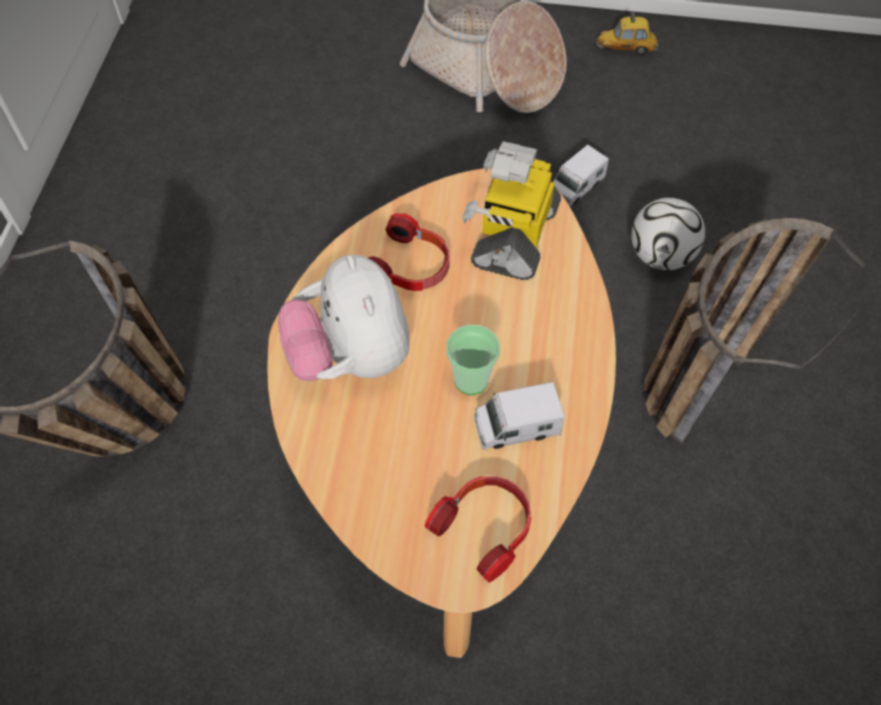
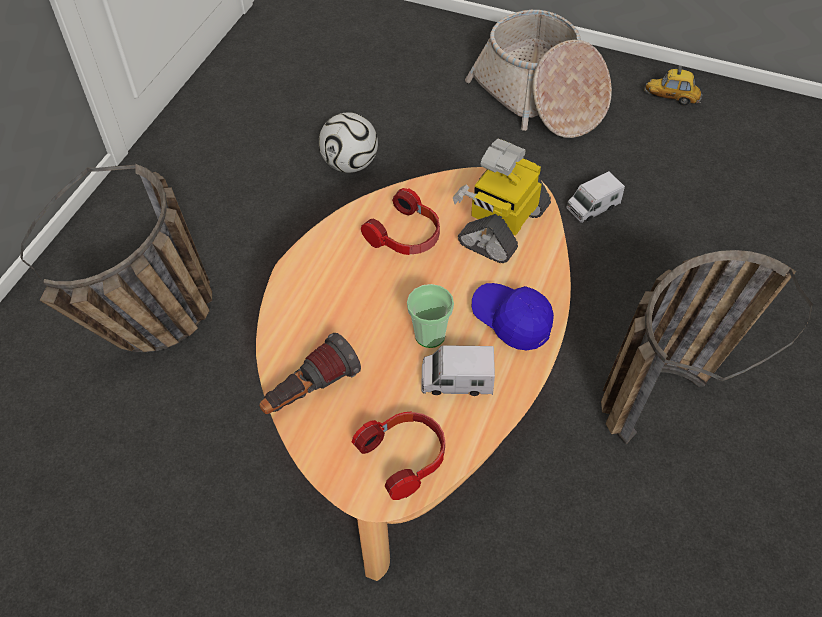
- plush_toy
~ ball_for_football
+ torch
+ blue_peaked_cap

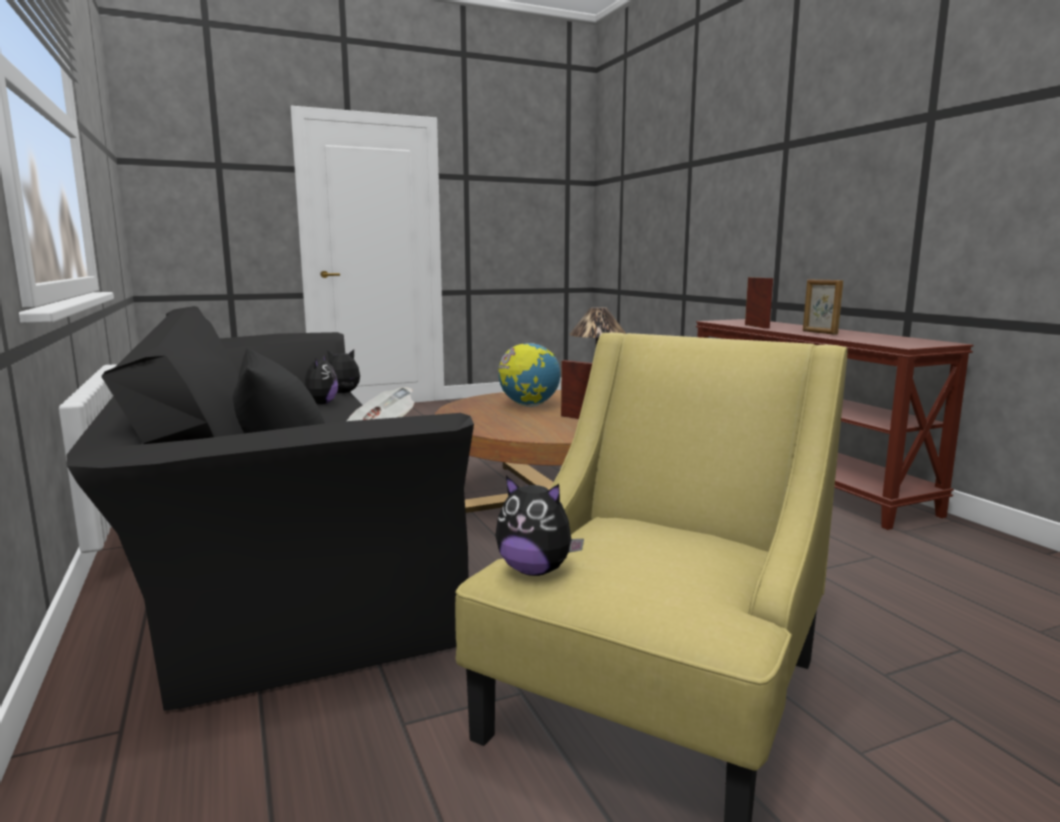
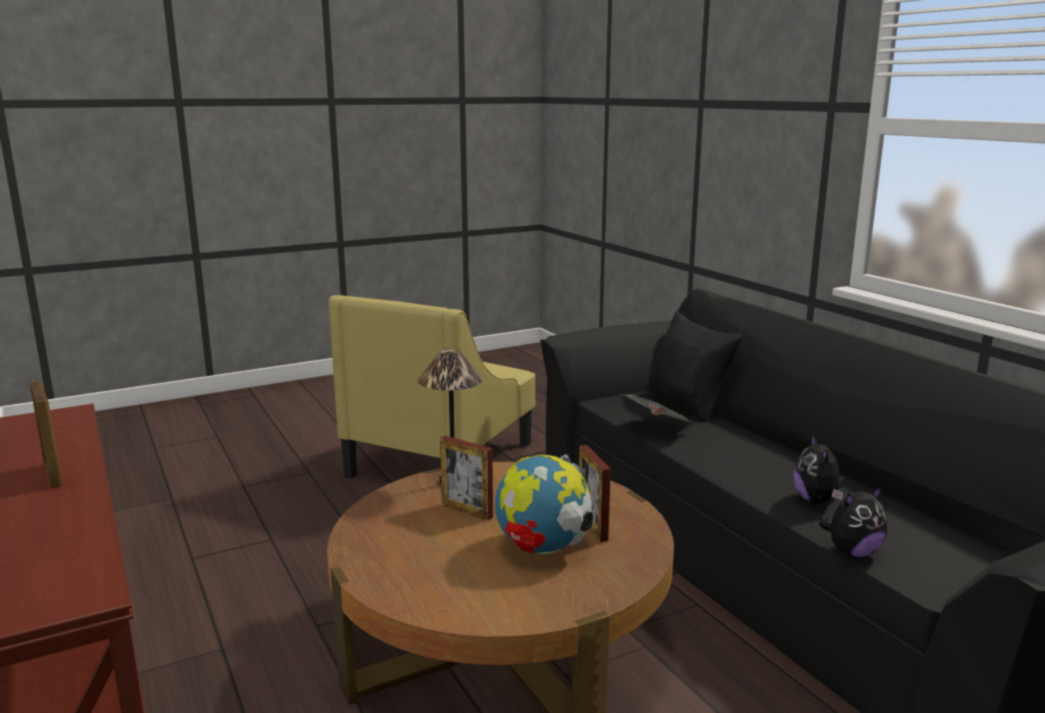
- plush_toy (no. 3 from left)
~ photo_frame (no. 2 from left in the first image) to photo_frame (no. 3 from left)

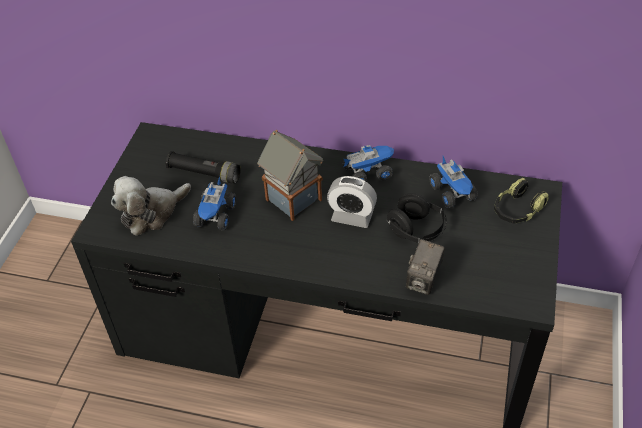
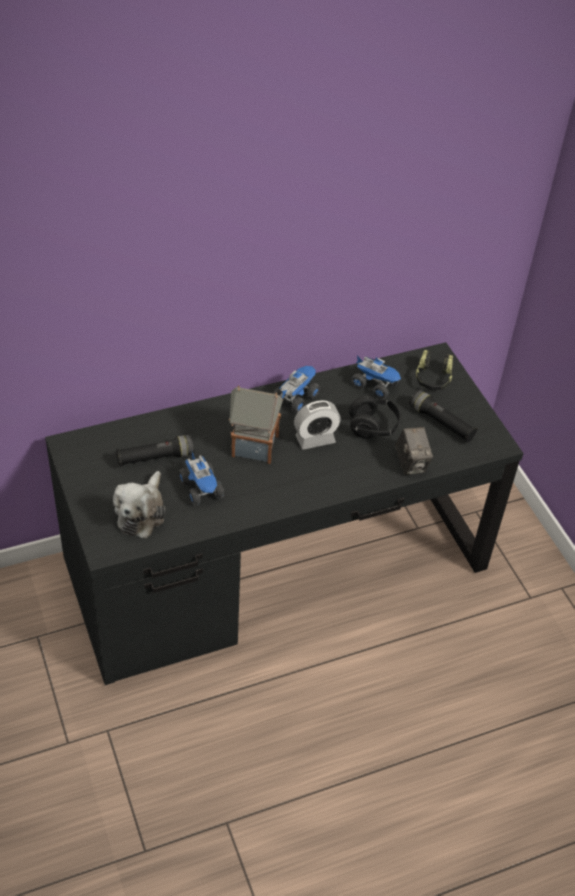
+ blackish_torch (no. 2 from left)

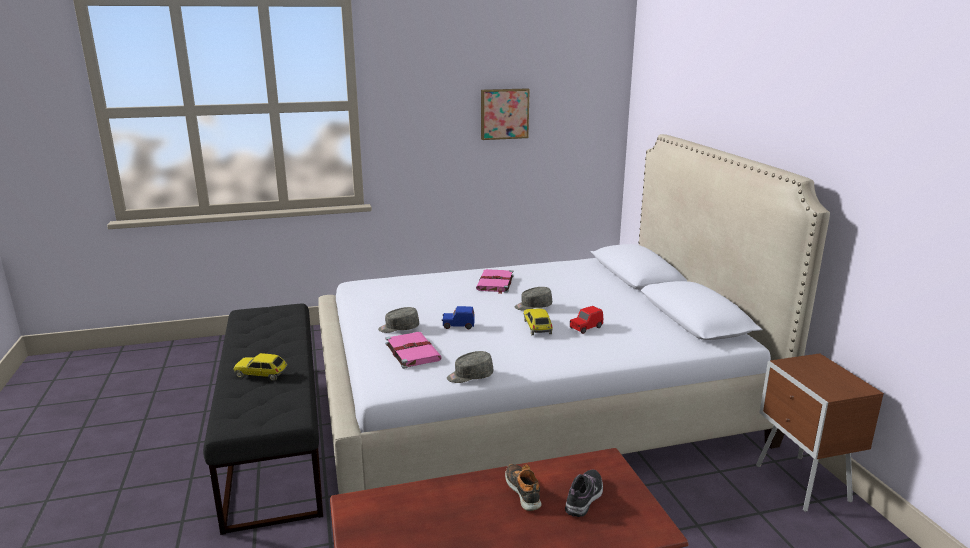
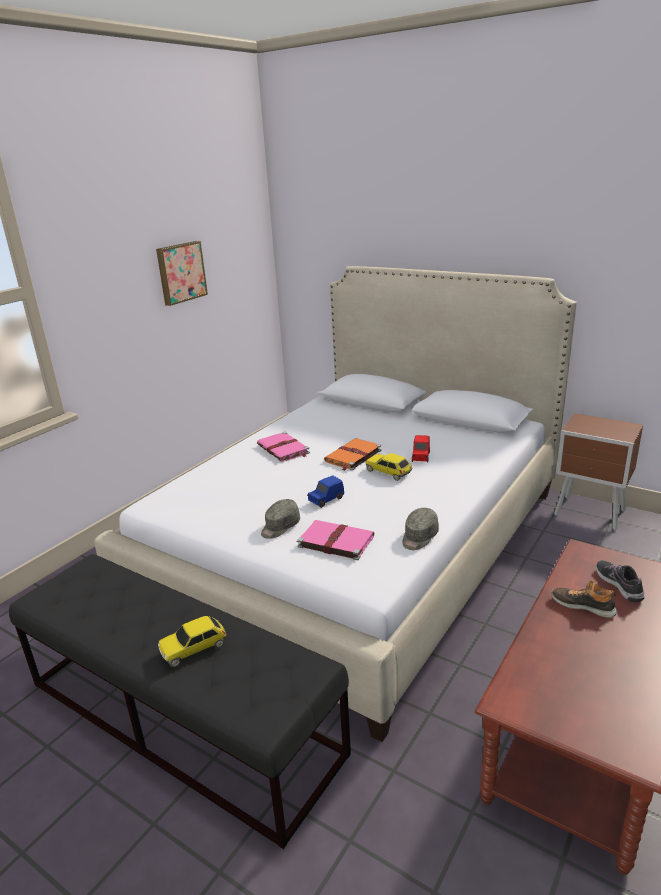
~ greyish_peaked_cap (no. 3 from left) to orange-coloured_volume

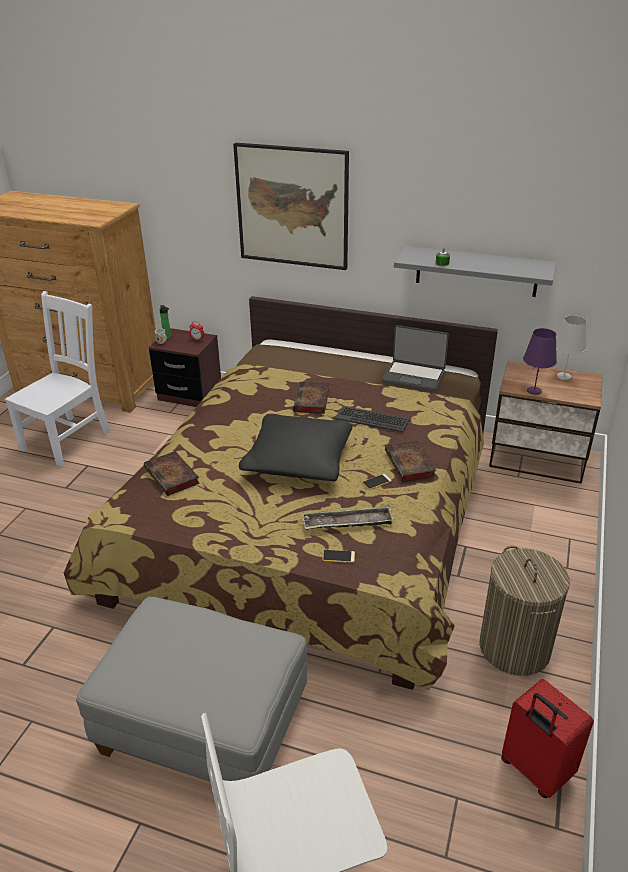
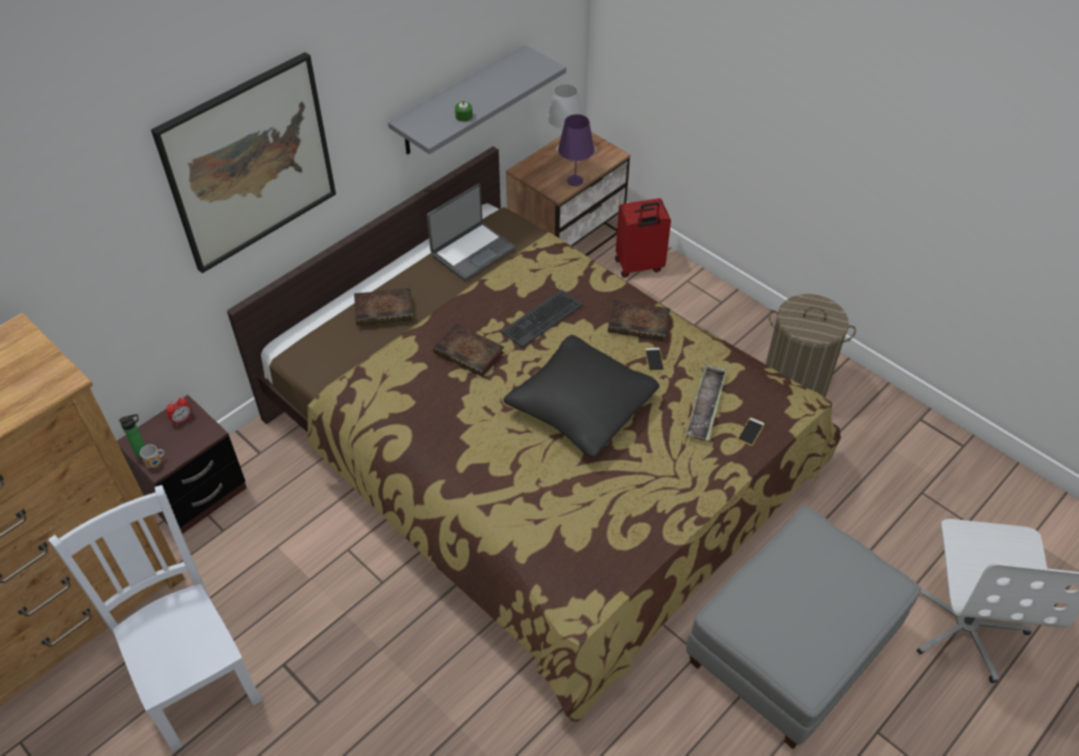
~ volume (no. 1 from left)
~ red_travel_case

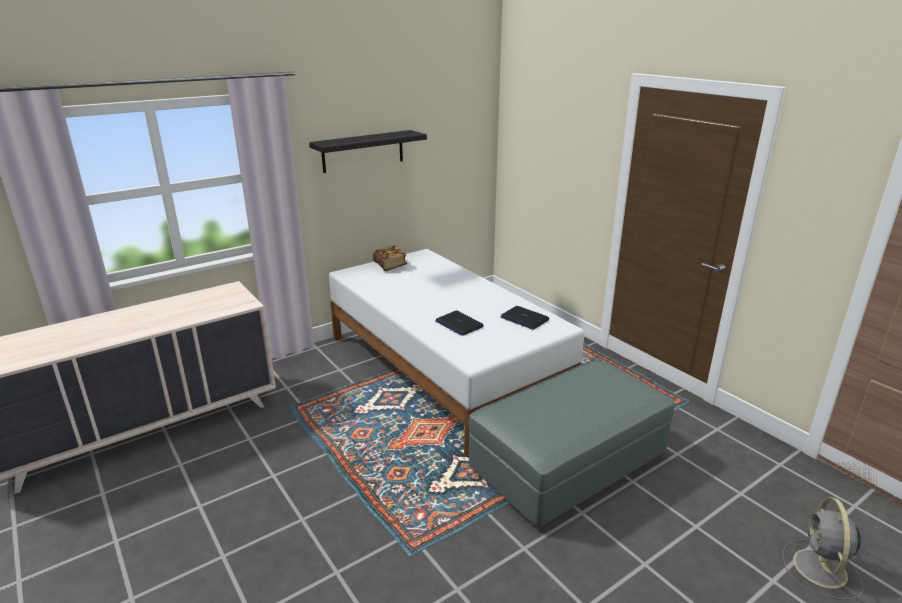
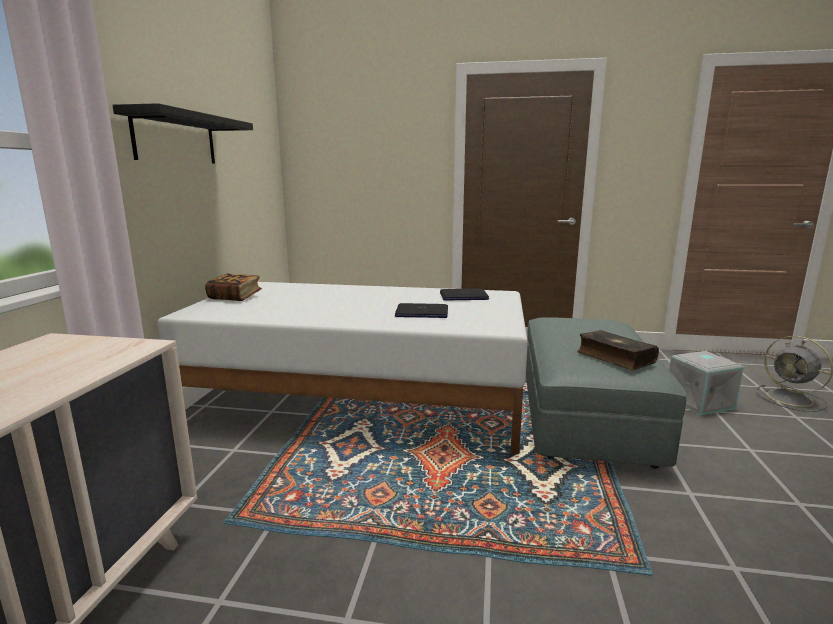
+ volume (no. 2 from left)
+ greyish_storage_container

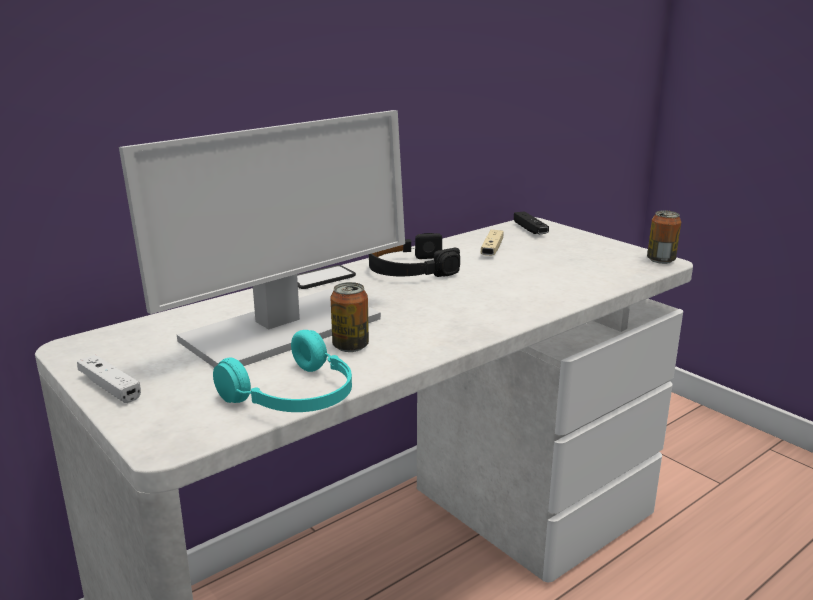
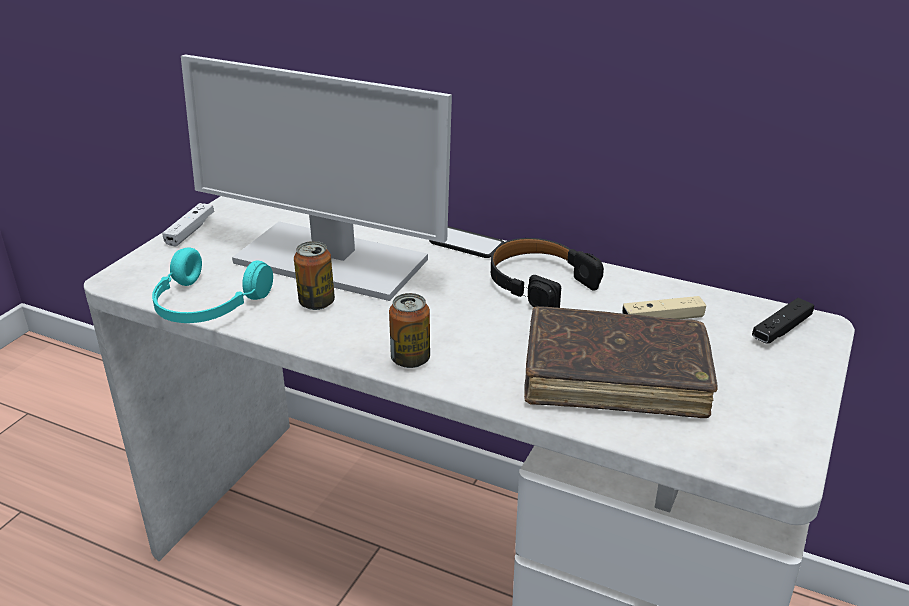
~ metal_can (no. 2 from left)
+ brownish_volume

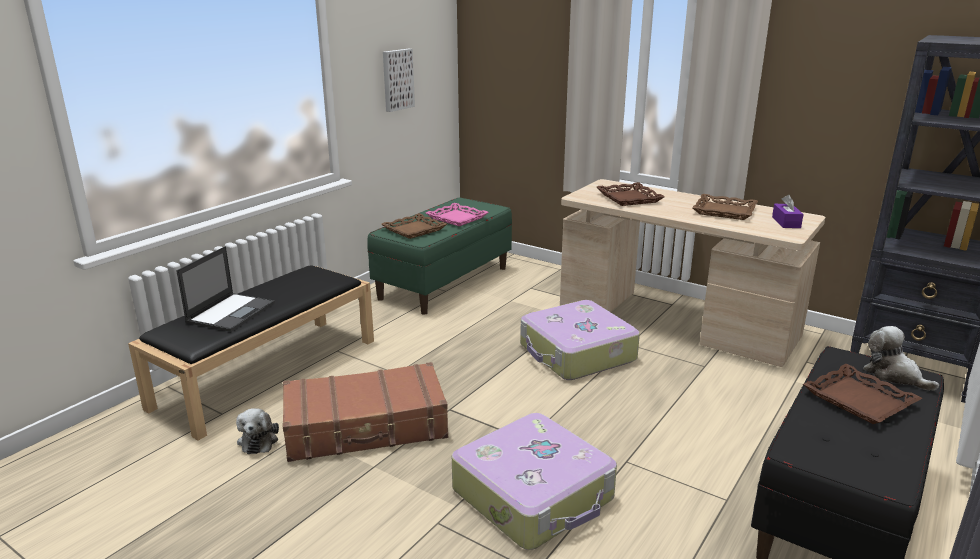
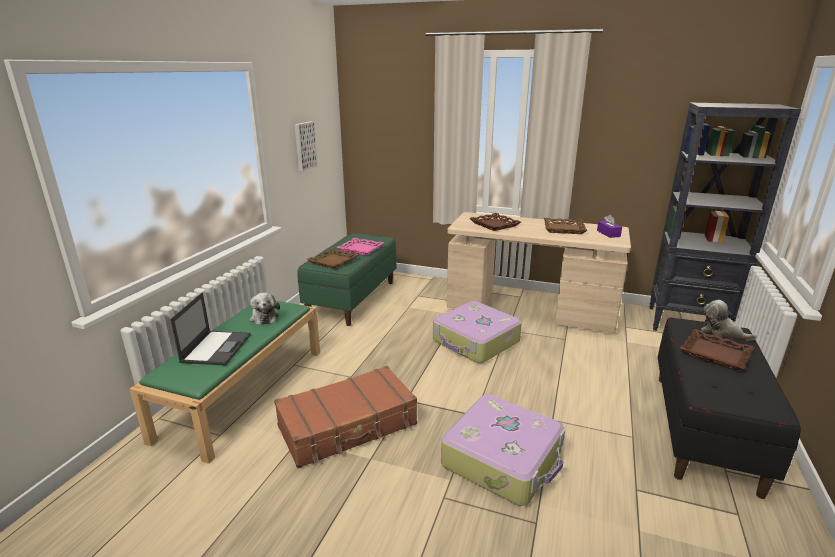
~ blackish_indoor_bench (no. 1 from left) to greenish_indoor_bench (no. 1 from left)
~ plush_toy (no. 1 from left)

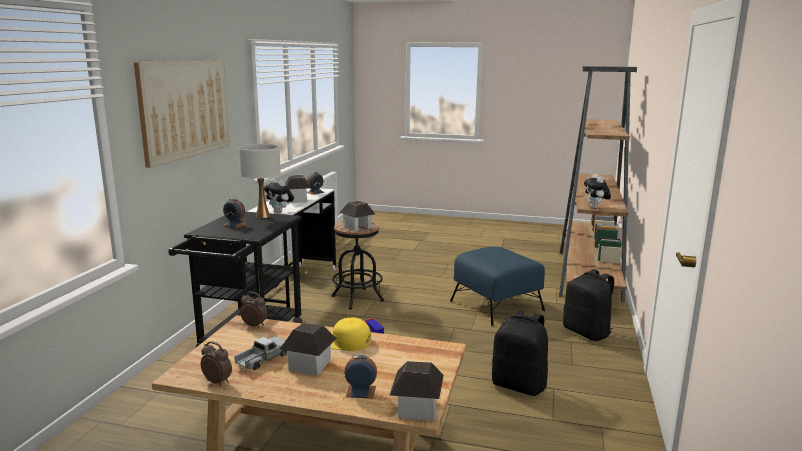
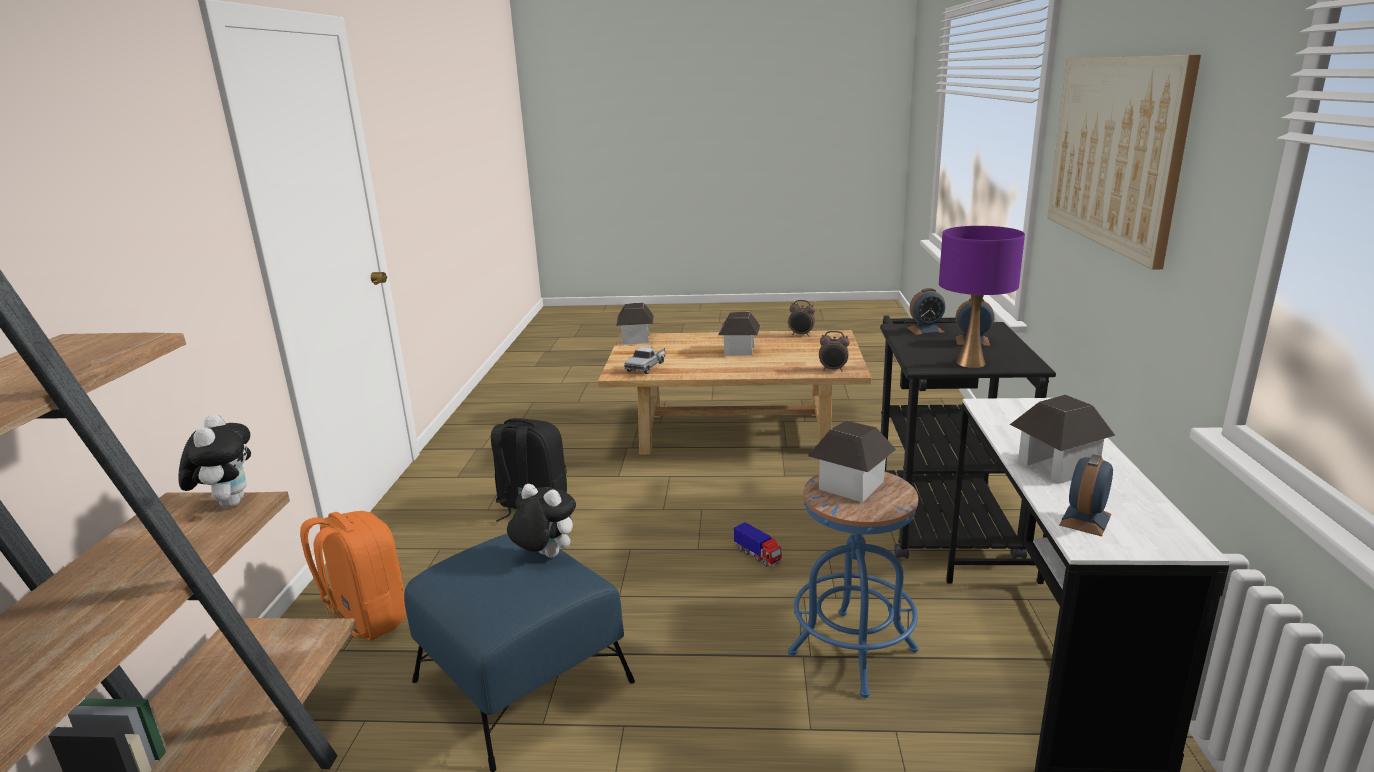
~ toy_truck (no. 1 from left)
~ white-coloured_table_lamp to purple-coloured_table_lamp
~ plush_toy (no. 1 from left in the first image) to plush_toy (no. 2 from left)
- yellow-coloured_peaked_cap
~ blackish_sitting_stool to blue_sitting_stool
~ alarm_clock (no. 5 from left in the first image) to alarm_clock (no. 3 from left)
~ blackish_rucksack (no. 2 from left) to orange-coloured_rucksack

